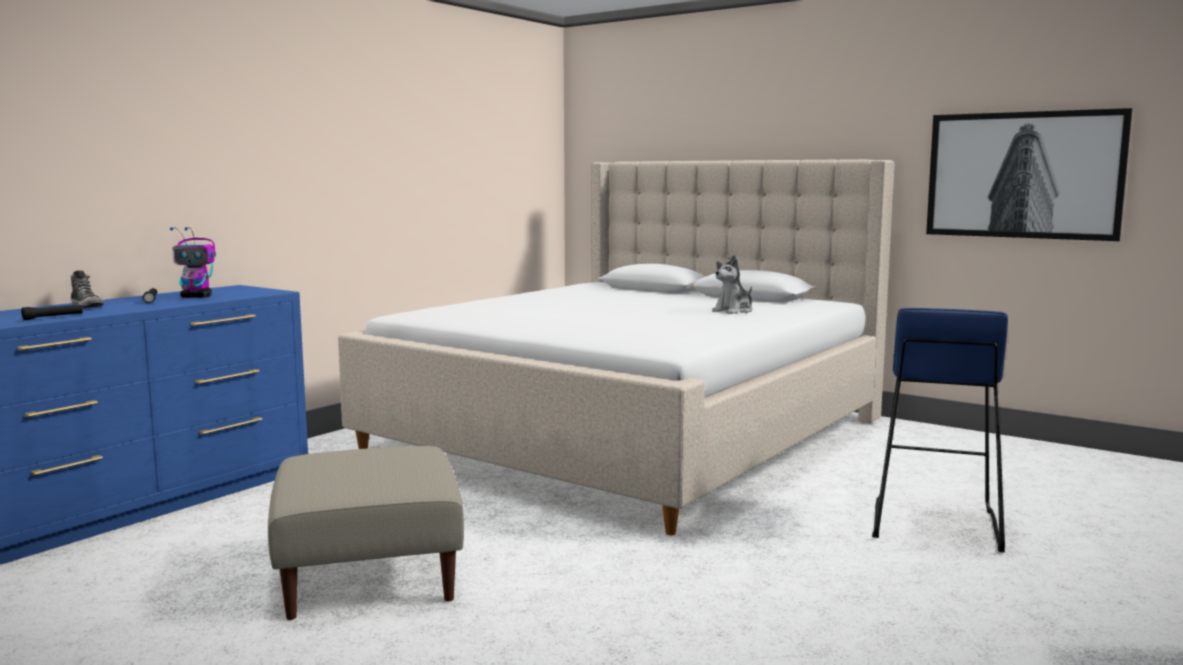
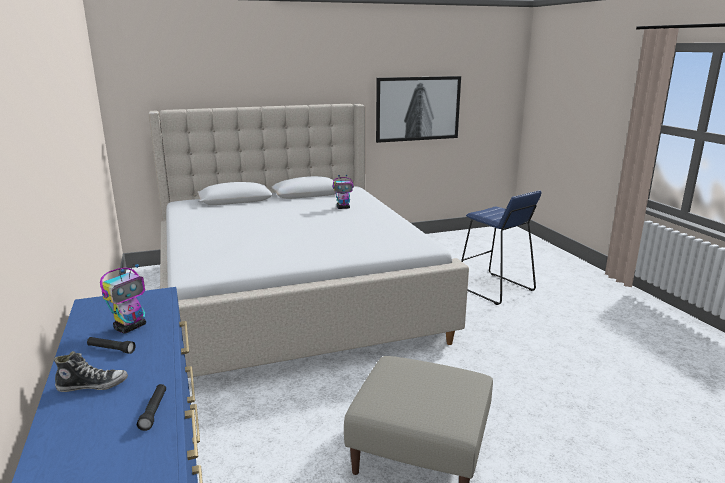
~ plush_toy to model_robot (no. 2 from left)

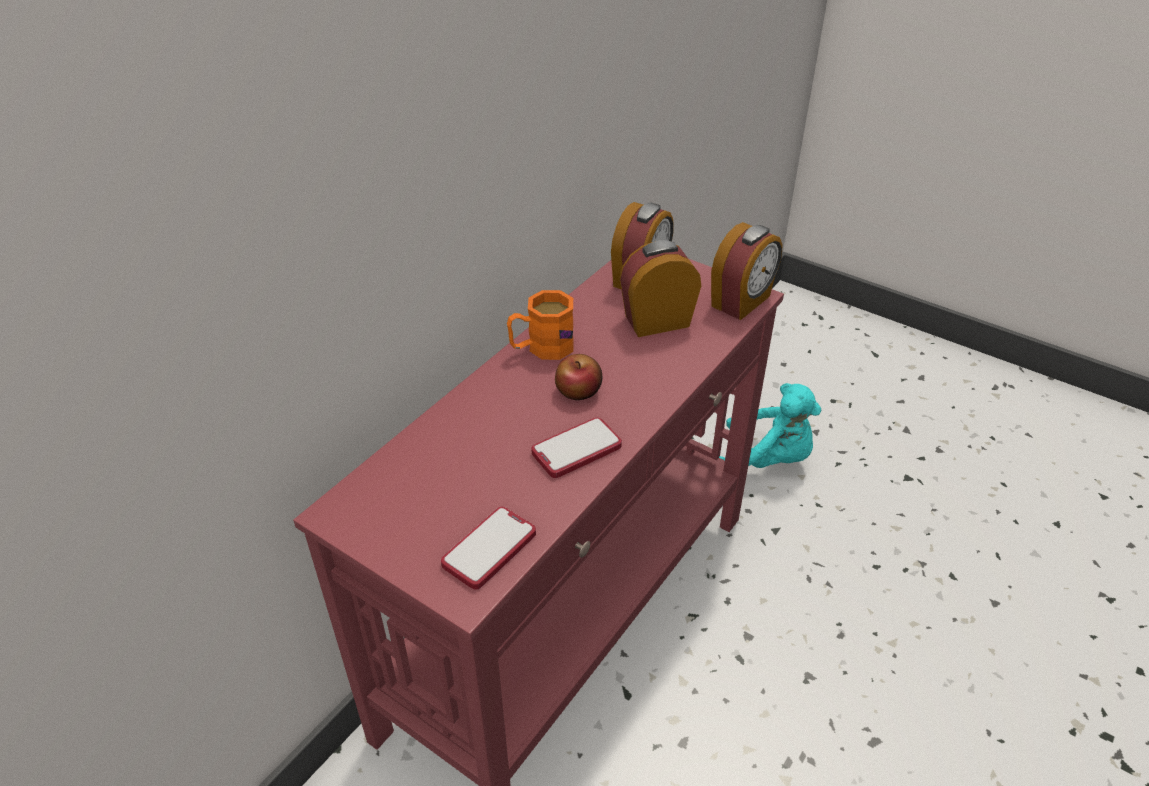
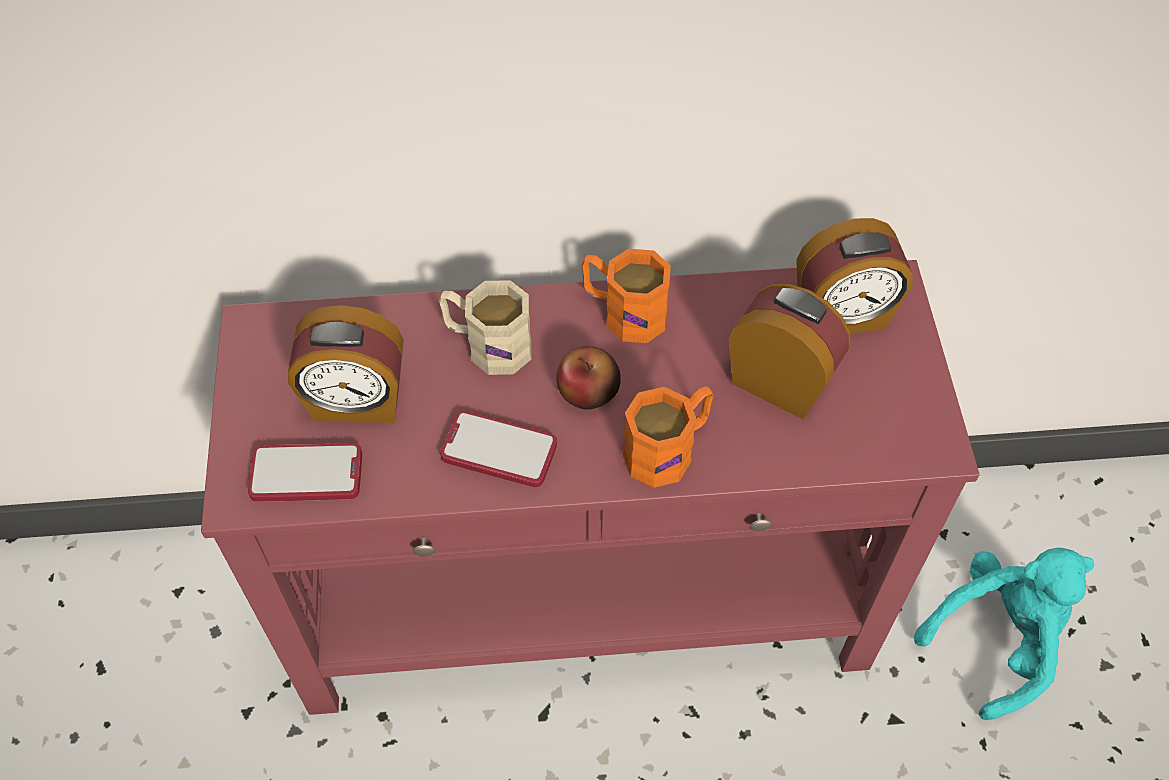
~ alarm_clock (no. 3 from left in the first image) to alarm_clock (no. 1 from left)
~ blue-green_plush_toy 105 degrees counterclockwise
+ beige-coloured_coffee_mug
+ orange-coloured_coffee_mug (no. 2 from left)

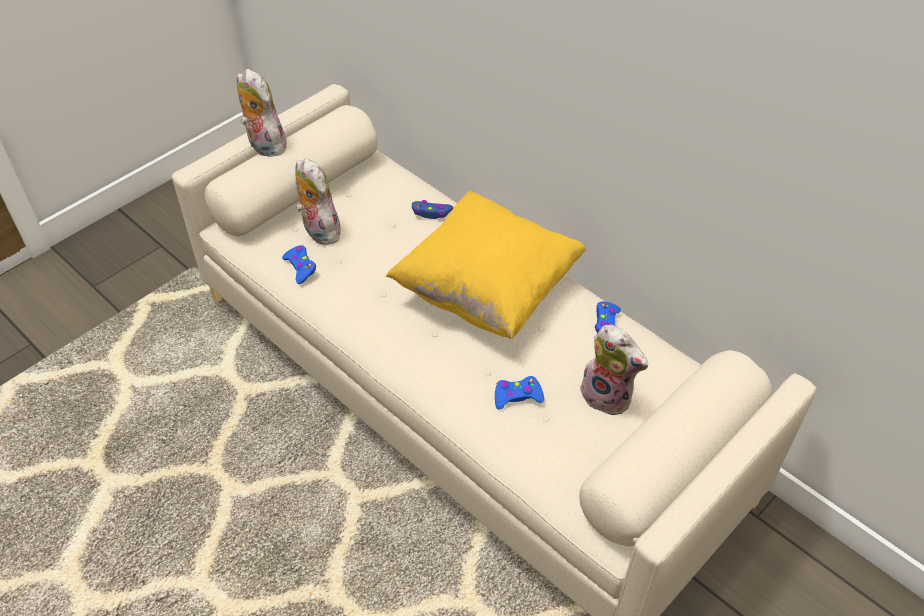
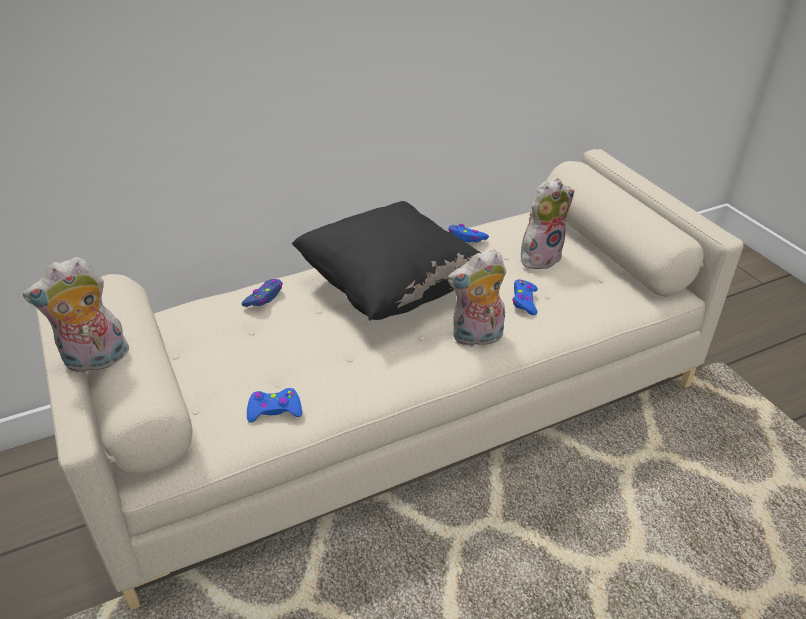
~ plush_toy (no. 2 from left)
~ yellow-coloured_throw_pillow to blackish_throw_pillow

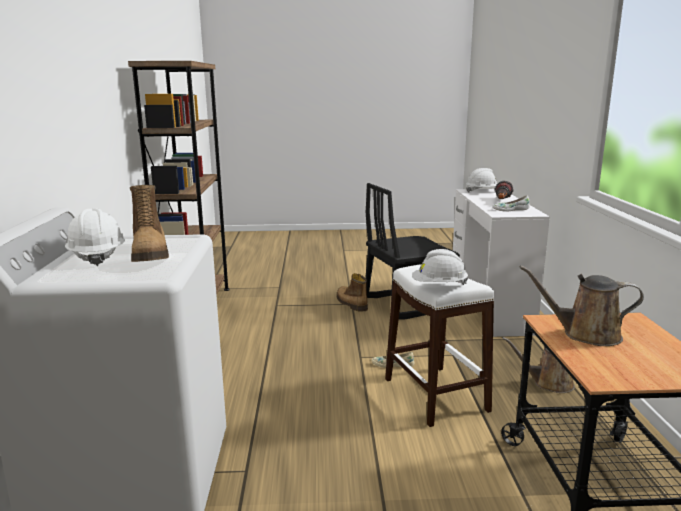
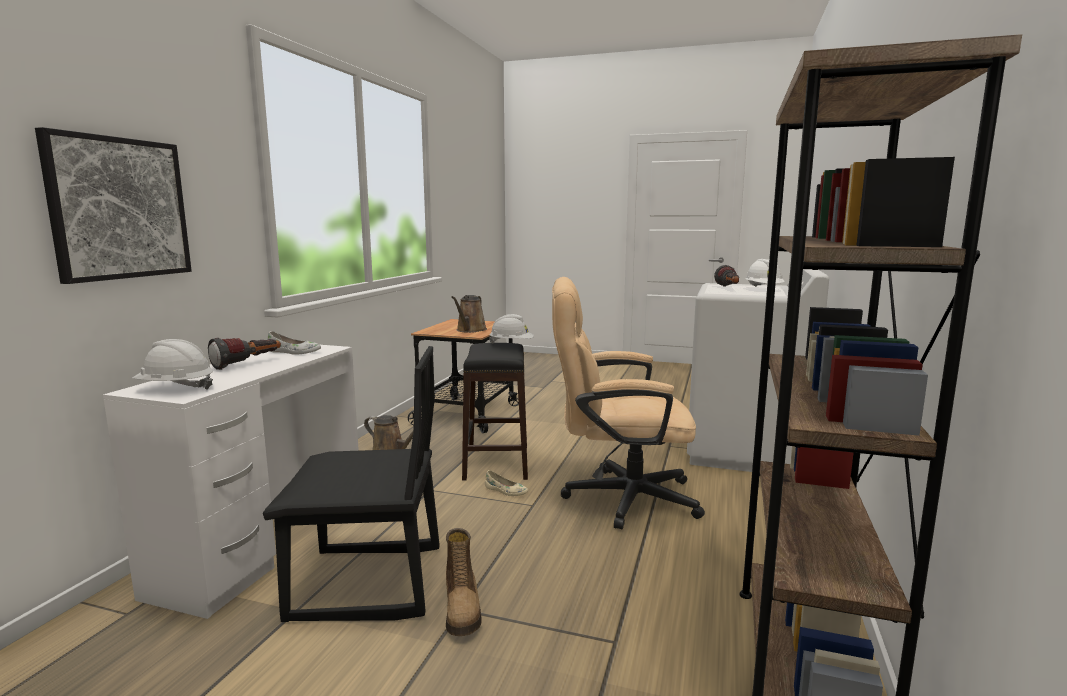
~ high-top_boot (no. 1 from left) to torch (no. 2 from left)
~ white-coloured_sitting_stool to blackish_sitting_stool
~ brownish_watering_pot (no. 2 from left) 75 degrees clockwise
+ wall_picture
+ beige-coloured_desk_chair

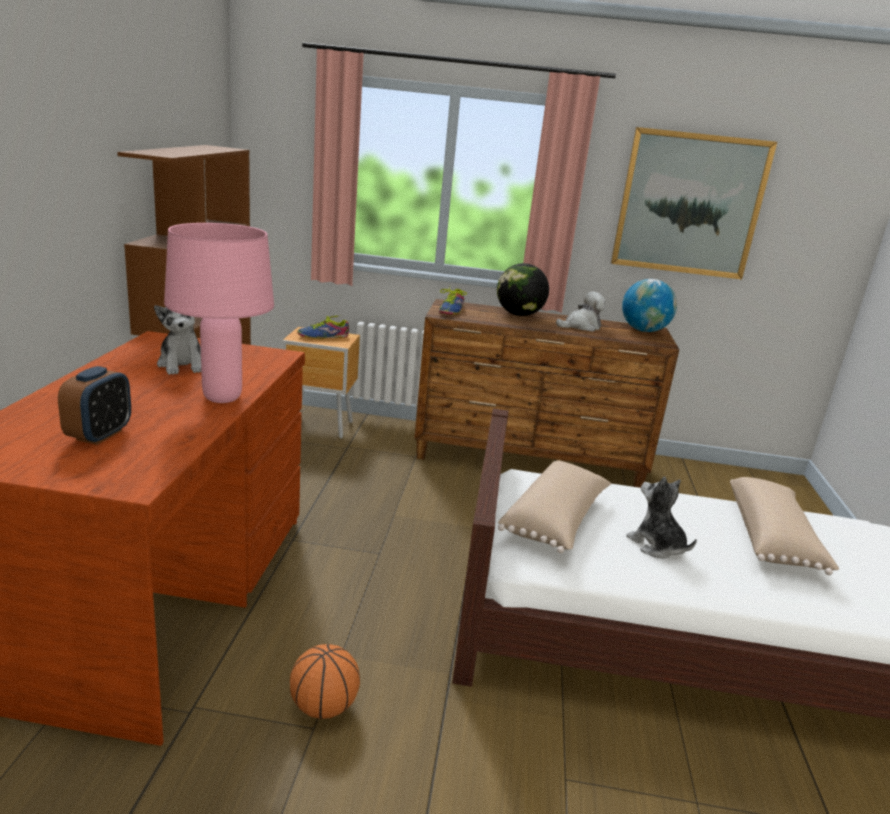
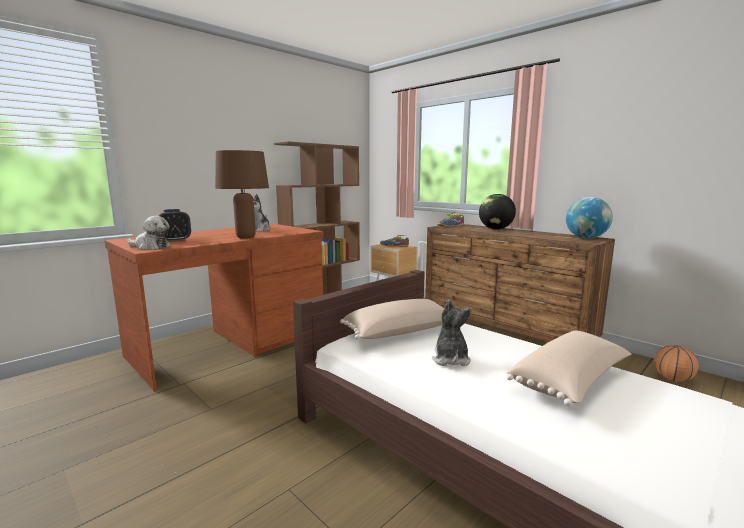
~ pink-coloured_table_lamp to brownish_table_lamp
~ ball_for_basketball
~ plush_toy (no. 2 from left in the first image) to plush_toy (no. 1 from left)
- wall_picture

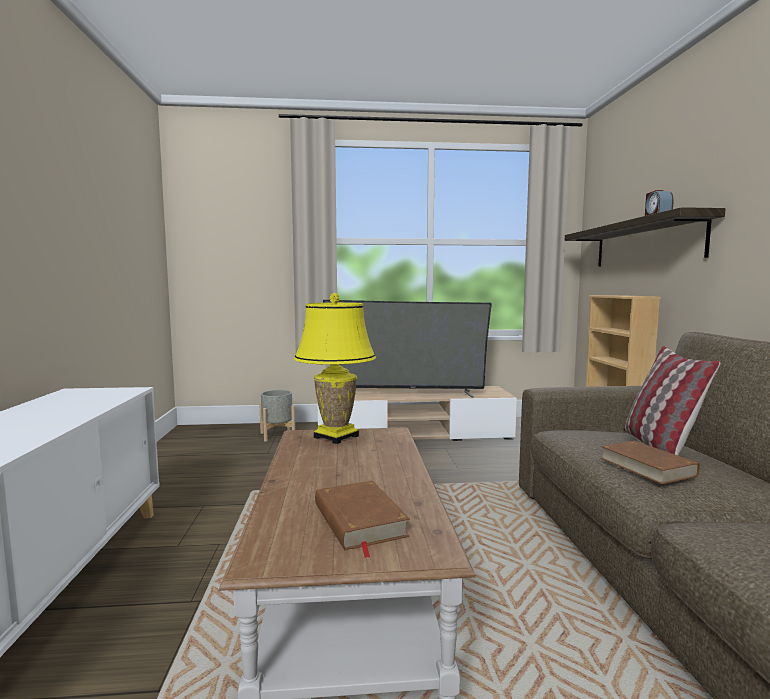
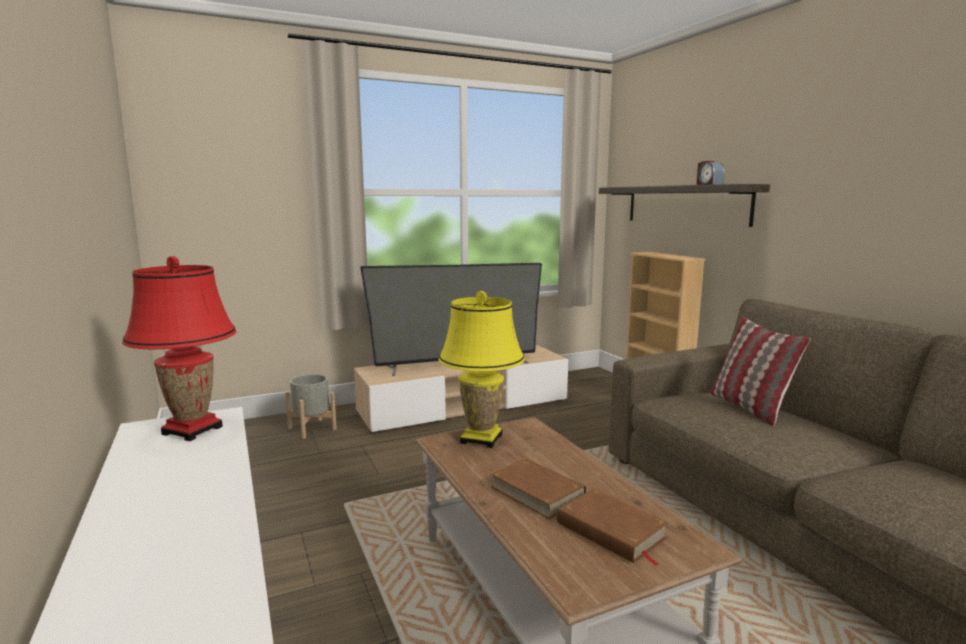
~ brownish_volume (no. 2 from left in the first image) to brownish_volume (no. 1 from left)
+ red_table_lamp

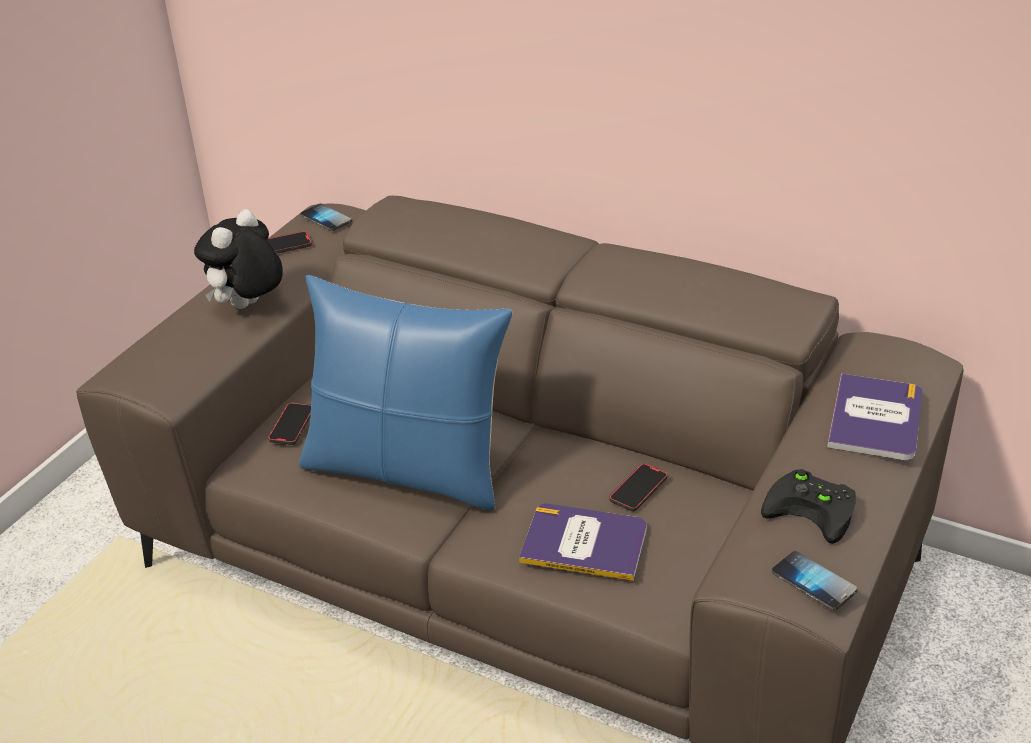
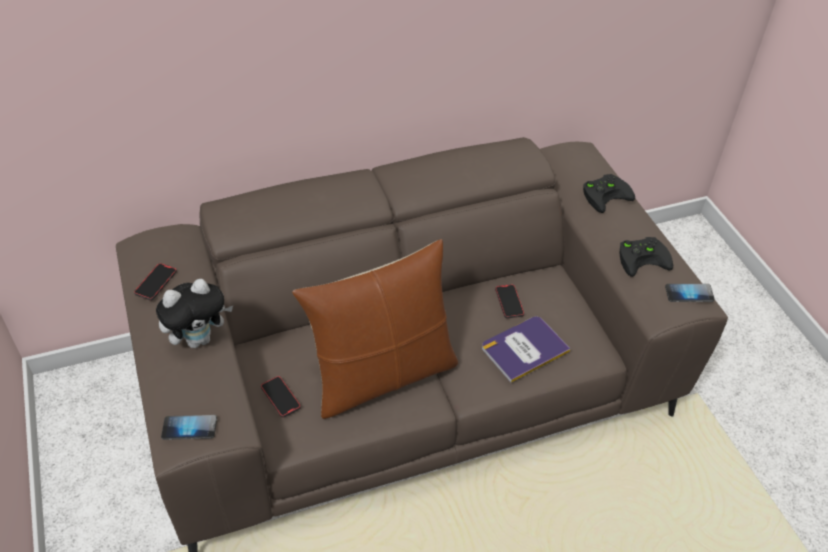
~ plush_toy 105 degrees counterclockwise
~ blue_throw_pillow to brownish_throw_pillow
~ handset (no. 3 from left in the first image) to handset (no. 2 from left)
~ volume (no. 2 from left) to blackish_joypad (no. 1 from left)

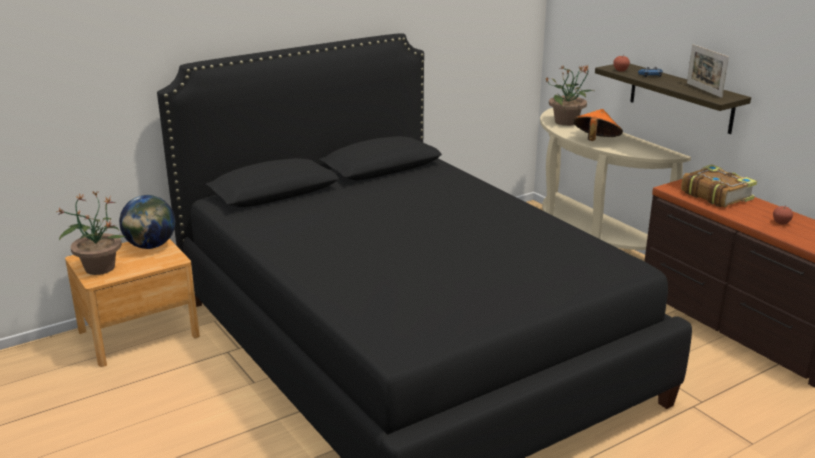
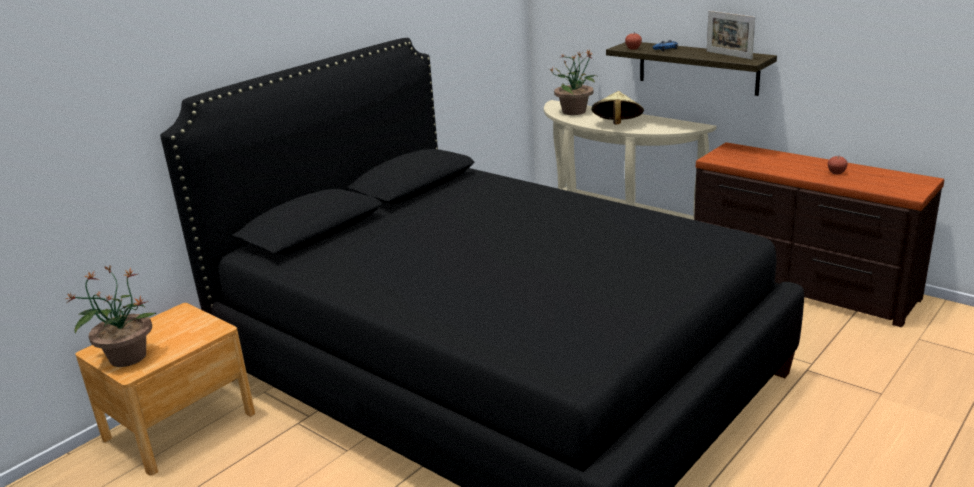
- globe
~ orange-coloured_wearable_hat to beige-coloured_wearable_hat
- volume

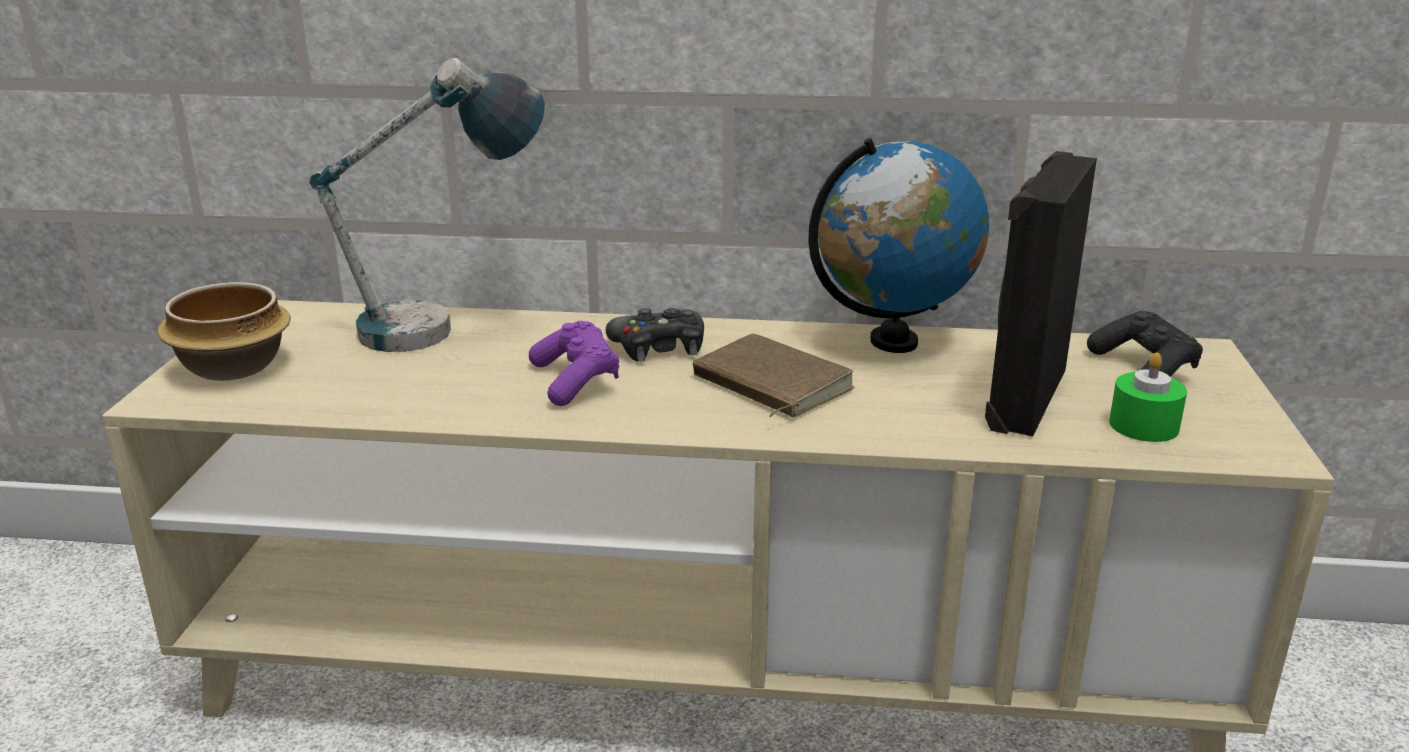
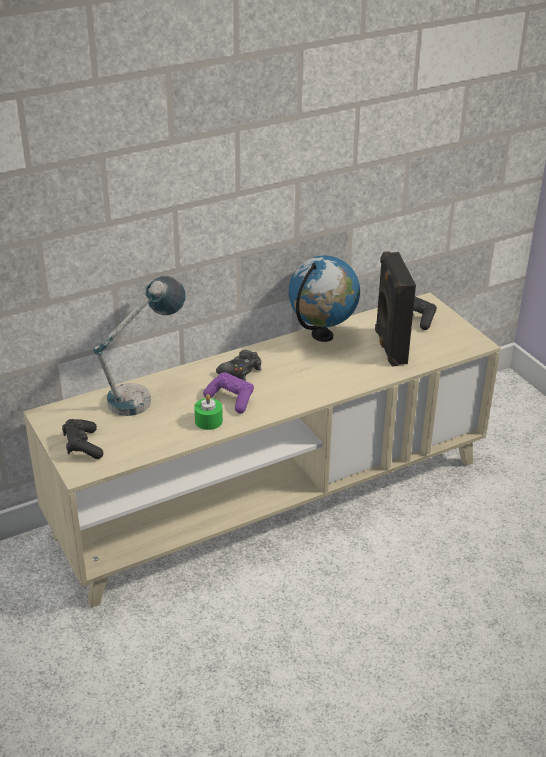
~ serving_bowl to blackish_joypad (no. 1 from left)
- brownish_volume
~ greenish_wax_light

